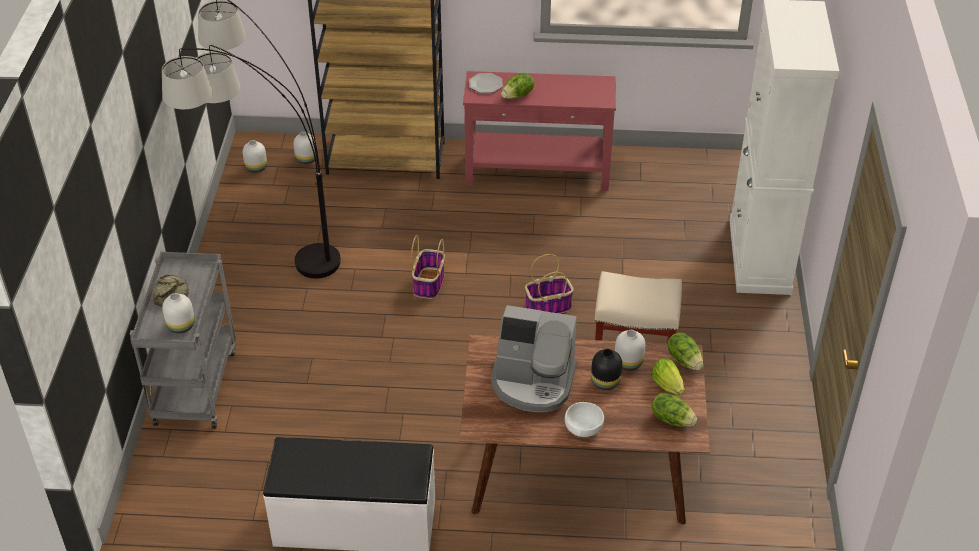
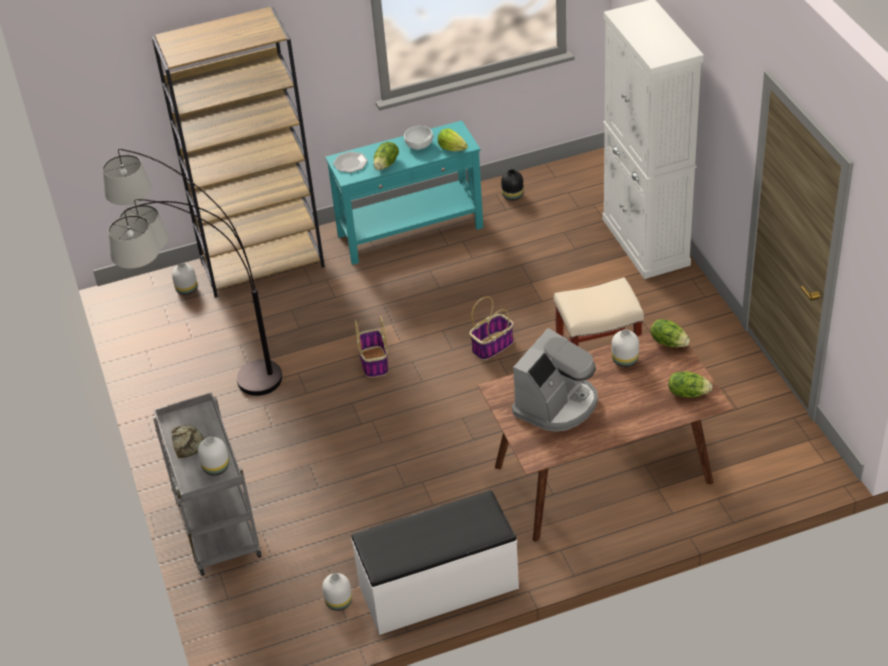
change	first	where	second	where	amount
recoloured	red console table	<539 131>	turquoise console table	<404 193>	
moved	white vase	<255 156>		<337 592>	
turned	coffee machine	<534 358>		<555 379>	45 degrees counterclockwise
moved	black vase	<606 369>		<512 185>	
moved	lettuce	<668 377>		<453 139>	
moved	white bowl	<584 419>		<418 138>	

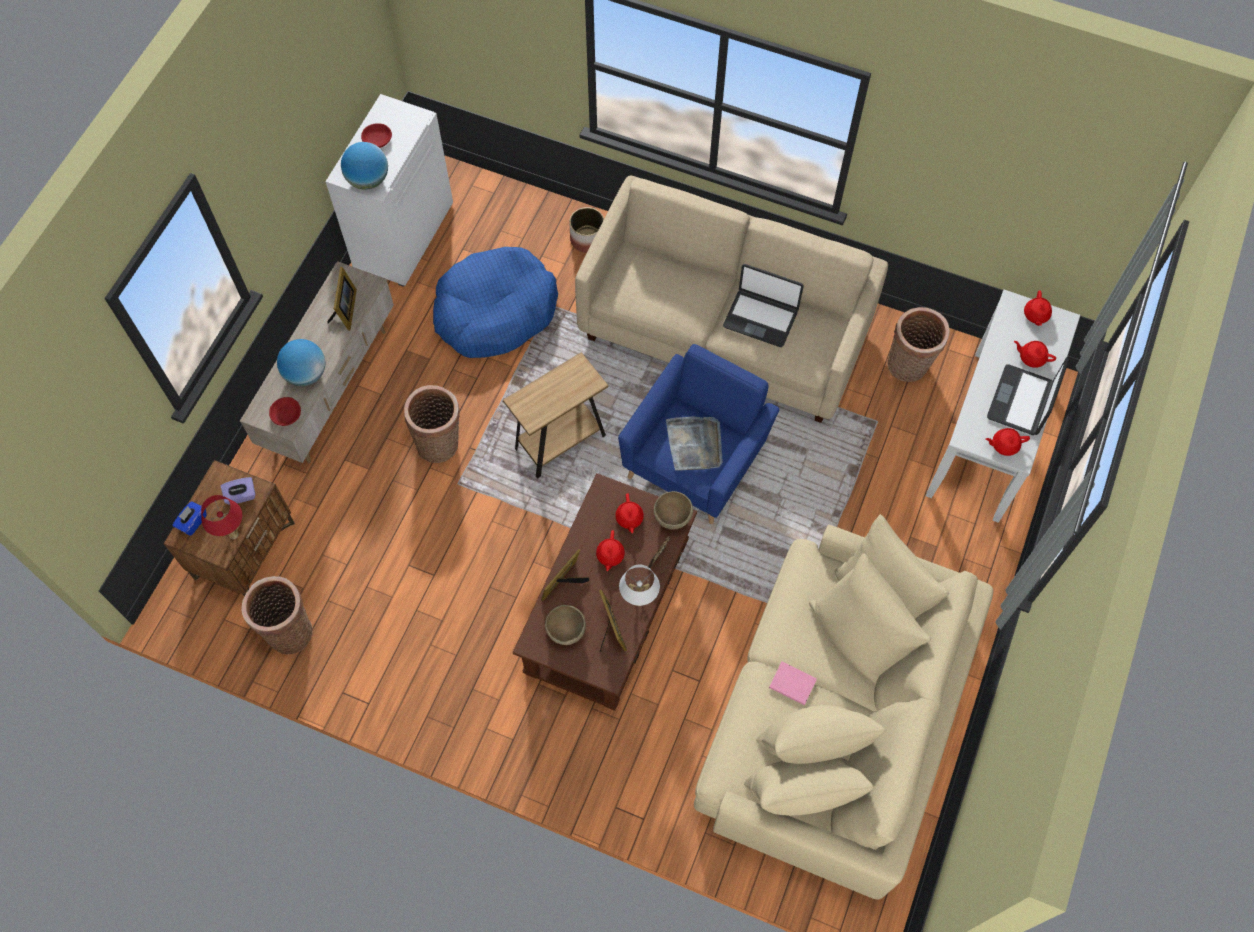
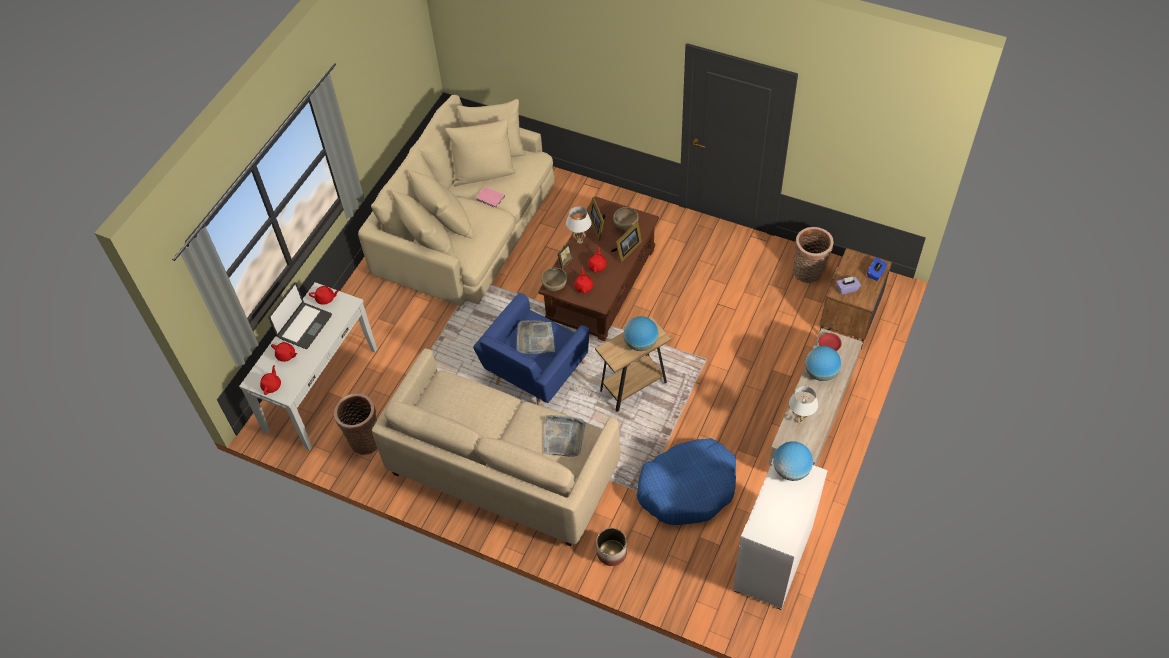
change	first	where	second	where	amount
removed	red bowl	<376 135>			
removed	laptop	<763 305>			
replaced	picture frame	<342 299>	white table lamp	<803 404>	
removed	basket	<432 424>			
removed	red table lamp	<221 517>			
added			globe	<640 333>	
added			grey tray	<565 435>	

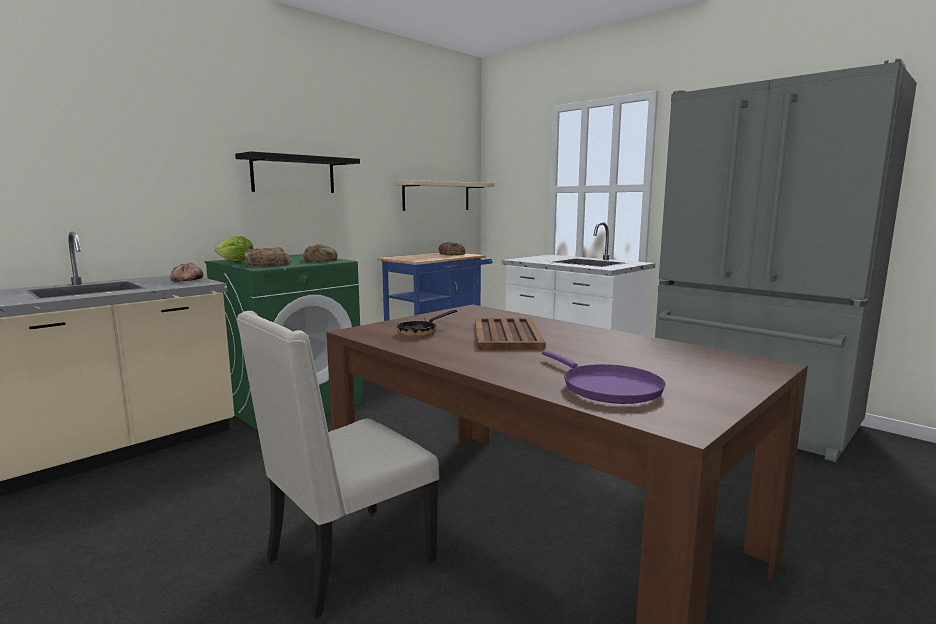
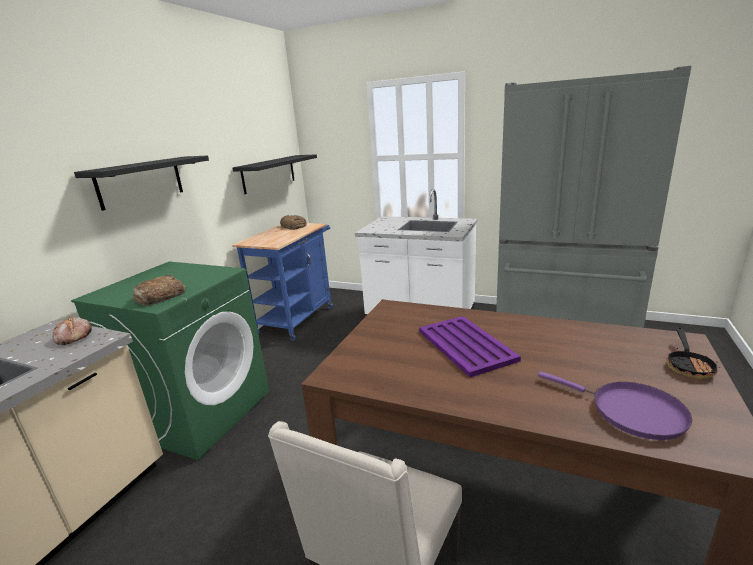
change	first	where	second	where	amount
recoloured	beige shelf	<443 195>	black shelf	<274 174>	
removed	lettuce	<234 248>			
removed	bread	<320 253>			
moved	frying pan	<427 323>		<693 353>	
recoloured	brown tray	<510 333>	purple tray	<470 346>	

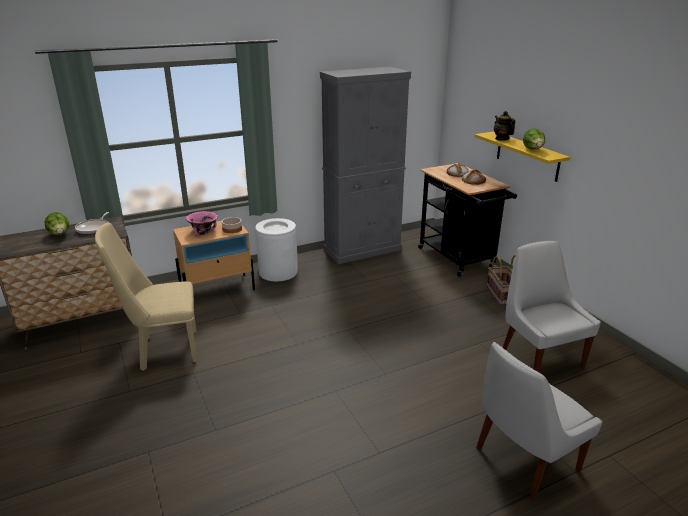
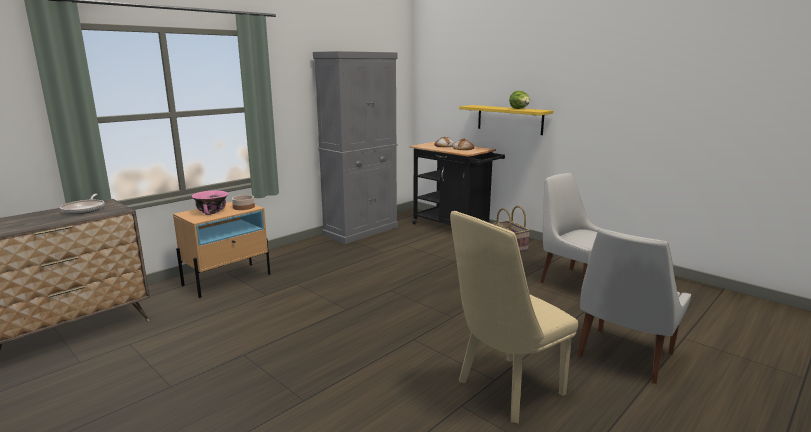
change	first	where	second	where	amount
removed	teapot	<504 126>			
removed	lettuce	<57 223>			
removed	white trash can	<276 249>			
moved	beige chair	<146 297>		<514 317>	

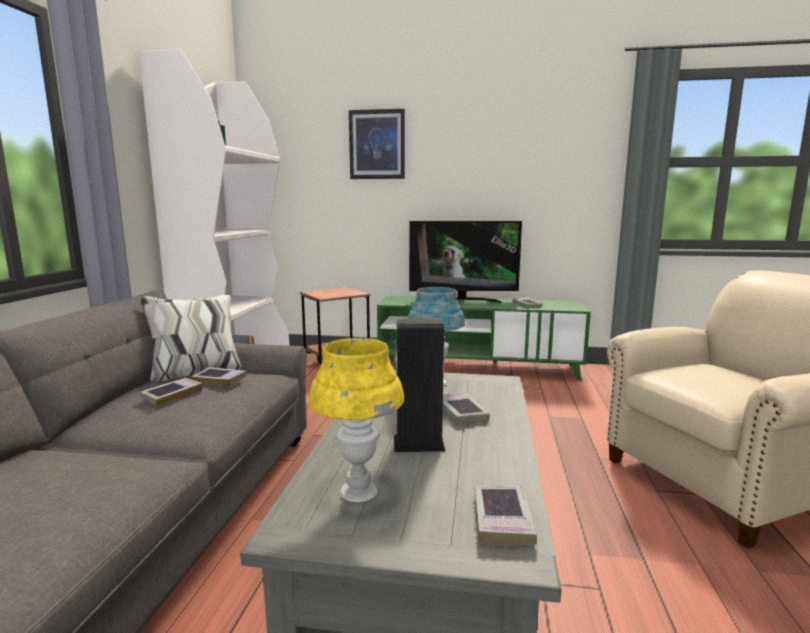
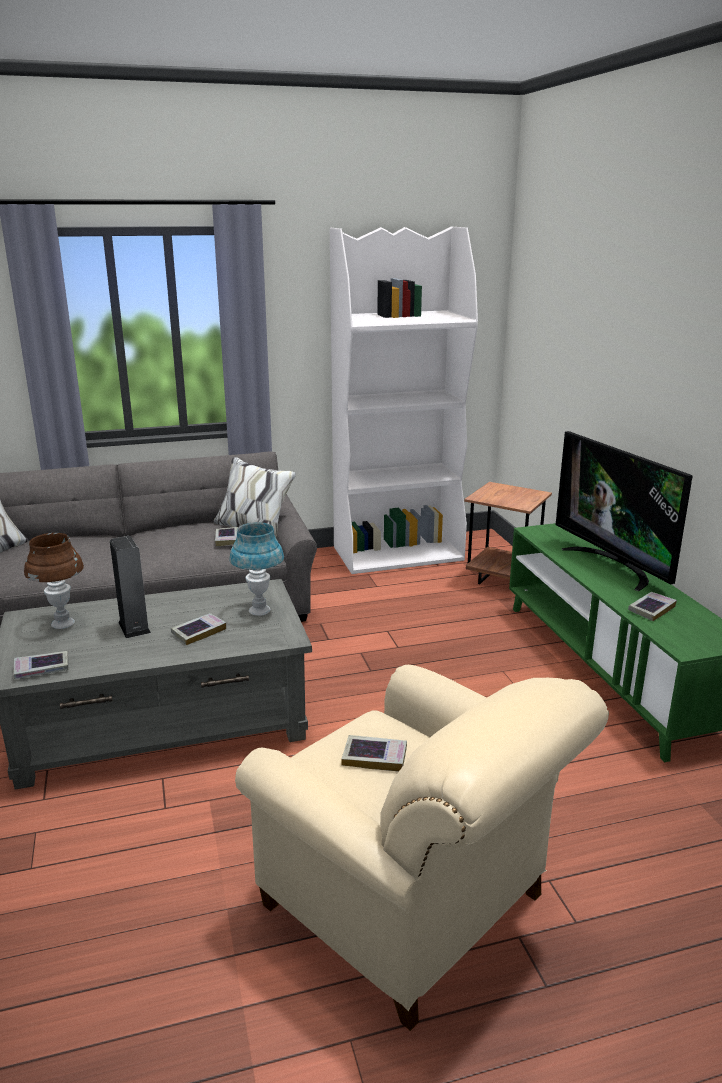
change	first	where	second	where	amount
removed	picture	<377 144>			
recoloured	yellow table lamp	<356 420>	brown table lamp	<54 581>	
moved	book	<171 392>		<374 753>	

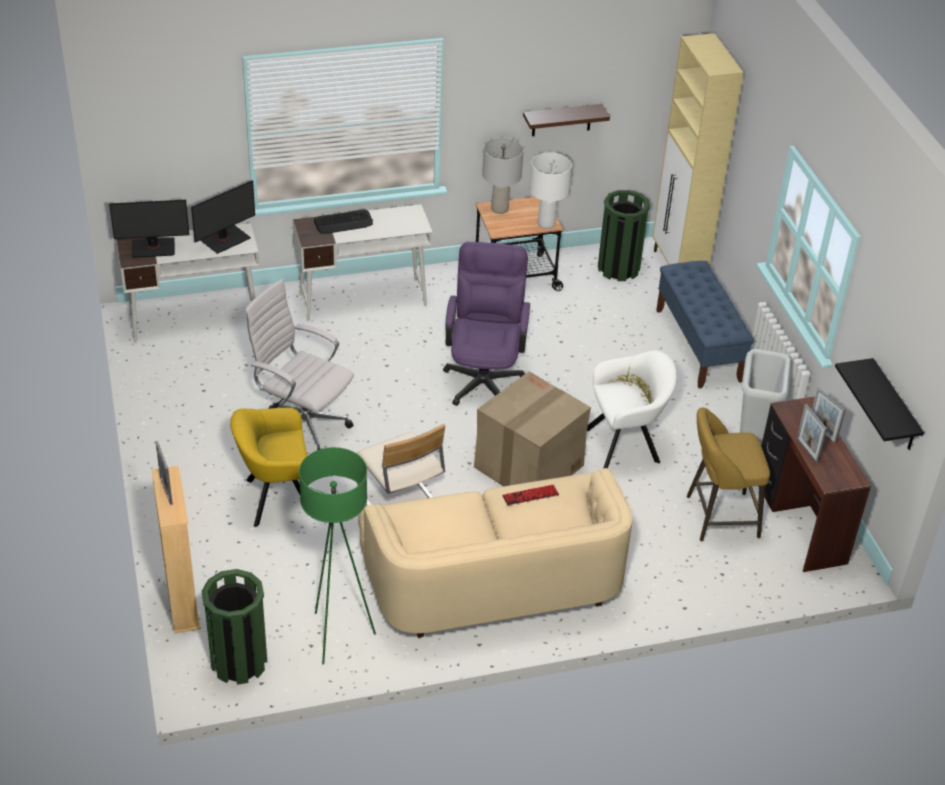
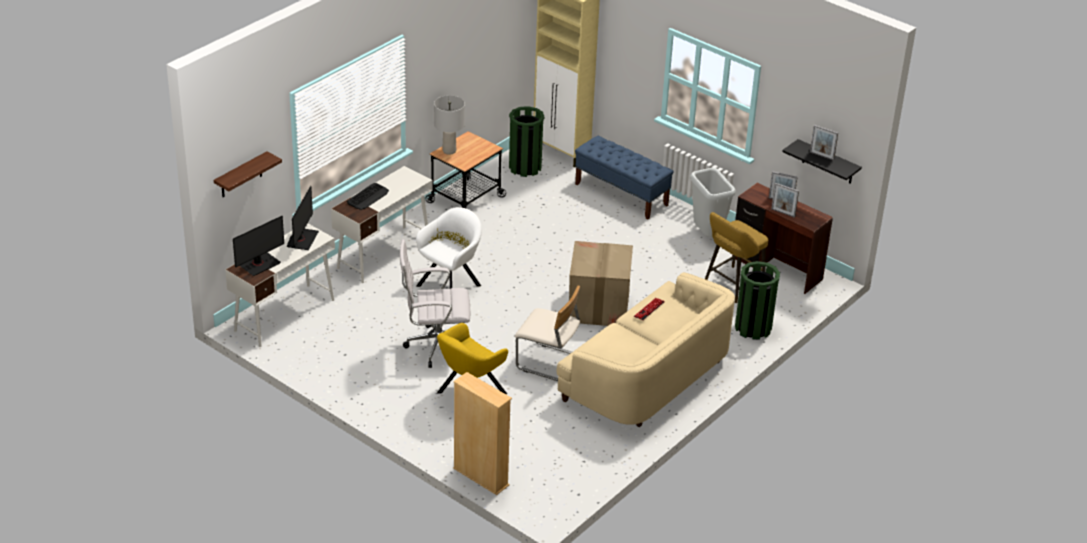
change	first	where	second	where	amount
moved	shelf	<566 120>		<248 174>	
removed	white table lamp	<551 190>			
removed	purple office chair	<486 324>			
moved	white armchair	<632 409>		<449 248>	
moved	picture frame	<164 473>		<824 143>	
removed	green floor lamp	<337 555>			
moved	green trash can	<234 627>		<757 300>	

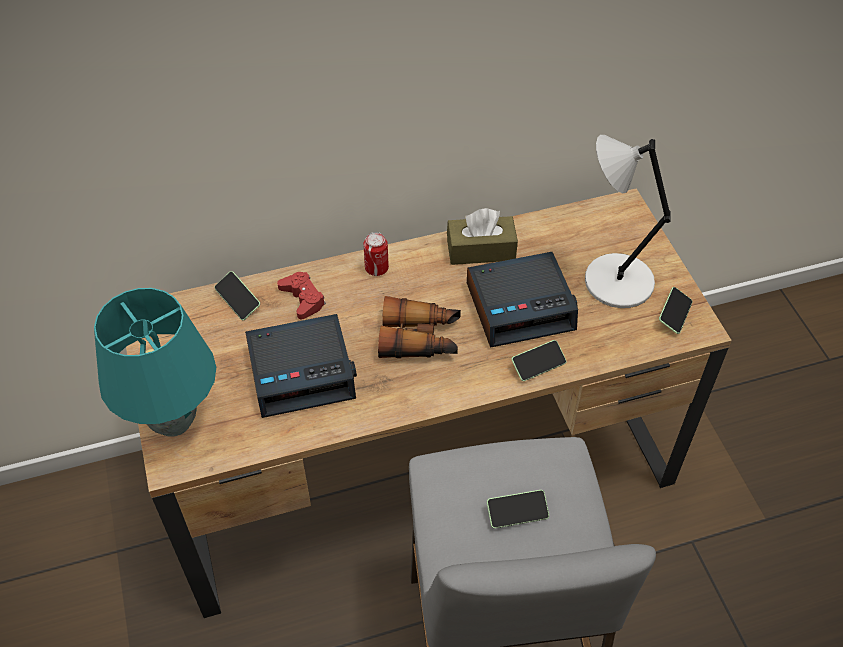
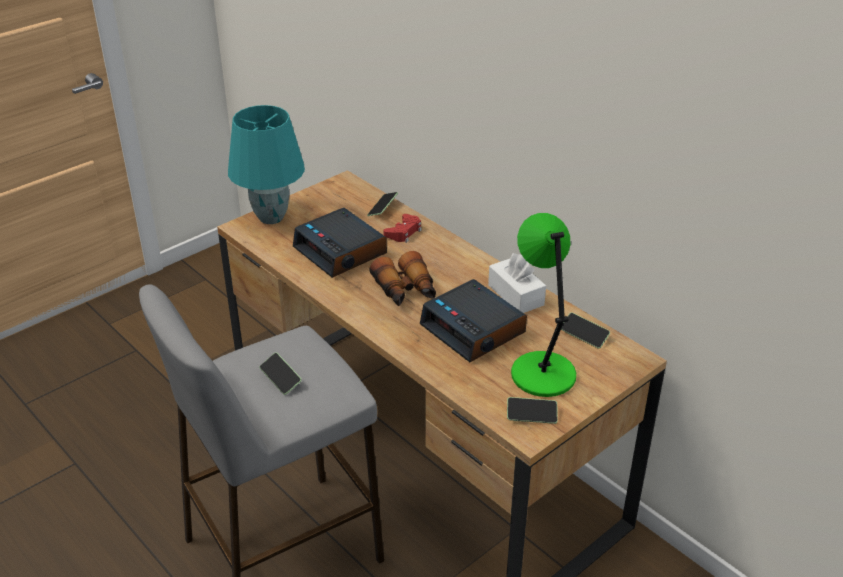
change	first	where	second	where	amount
recoloured	grey table lamp	<628 221>	green table lamp	<543 305>	
recoloured	brown tissue box	<482 236>	white tissue box	<517 283>	
removed	can	<376 254>			
moved	phone	<539 360>		<585 330>	

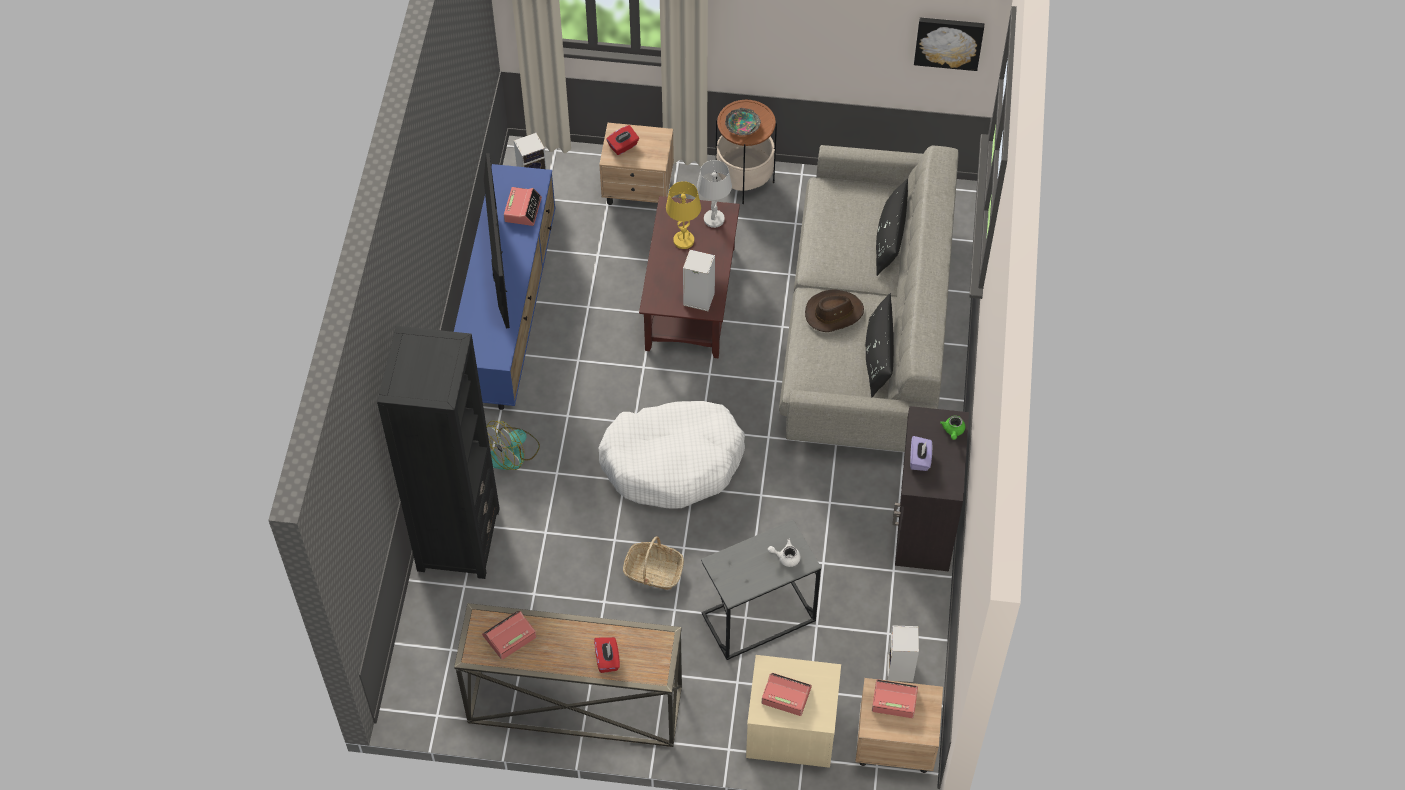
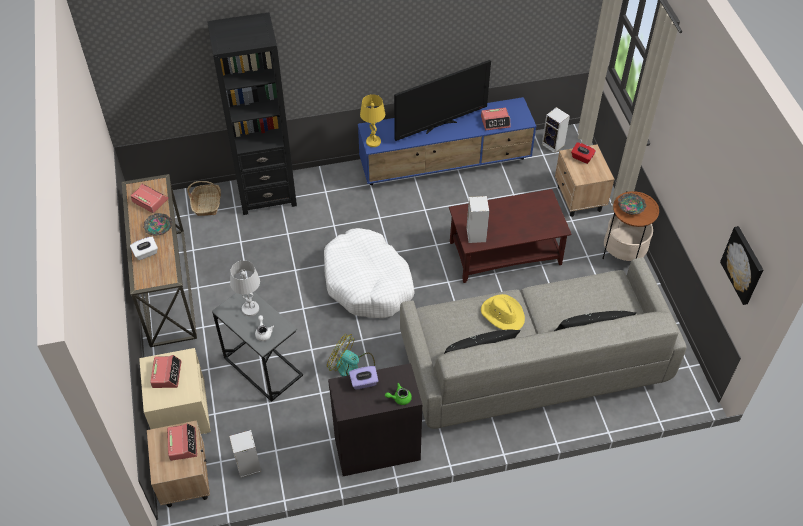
change	first	where	second	where	amount
moved	white table lamp	<714 194>		<245 288>	
moved	yellow table lamp	<683 215>		<372 120>	
recoloured	brown hat	<834 310>	yellow hat	<503 312>	
moved	fan	<513 445>		<351 355>	
moved	basket	<653 563>		<204 198>	
recoloured	red tissue box	<607 655>	white tissue box	<144 248>	
added			bowl	<158 224>	

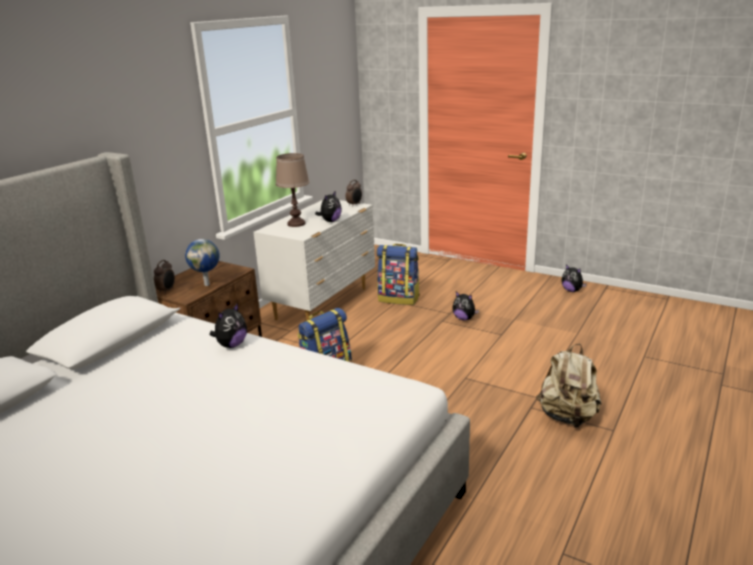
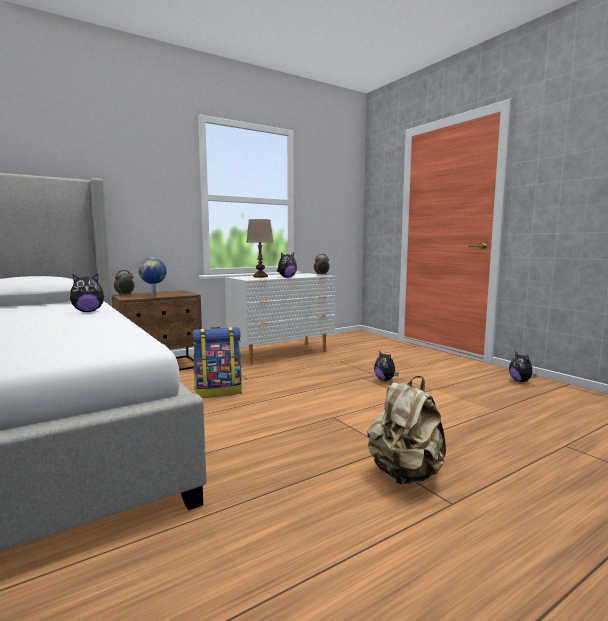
change	first	where	second	where	amount
removed	backpack	<398 274>			

